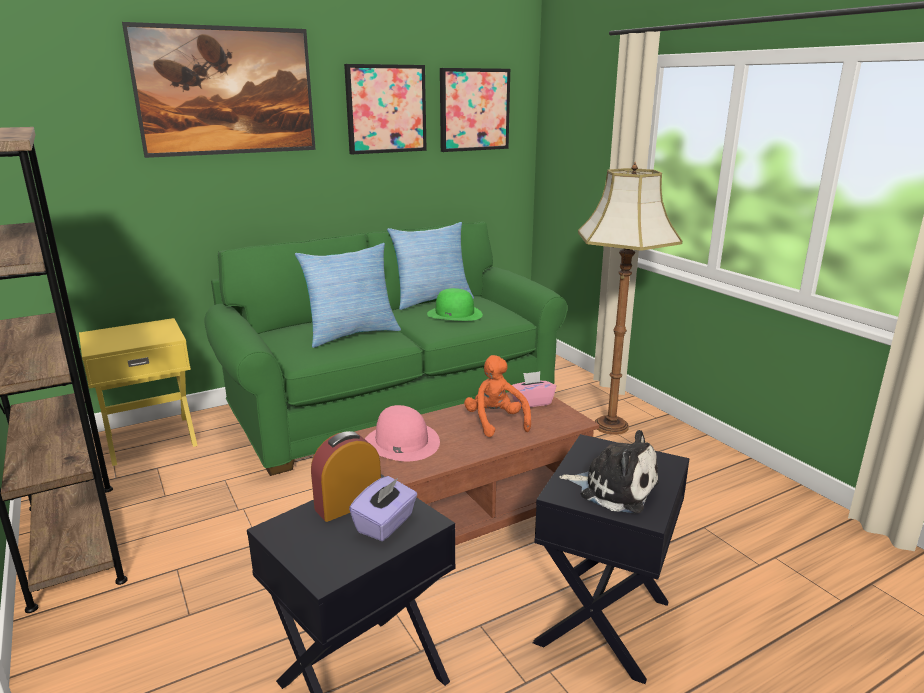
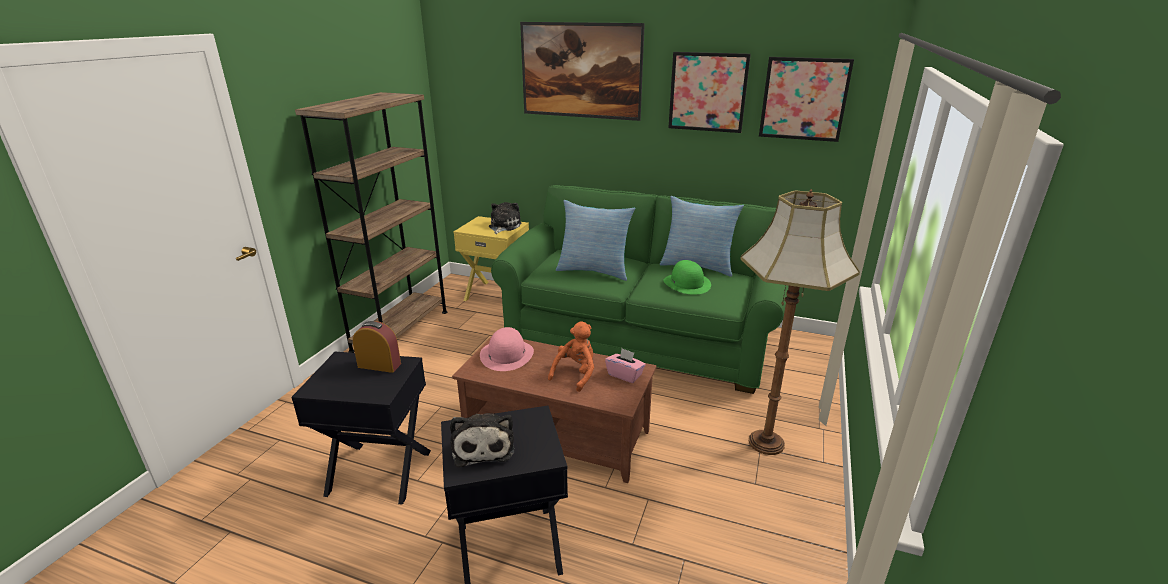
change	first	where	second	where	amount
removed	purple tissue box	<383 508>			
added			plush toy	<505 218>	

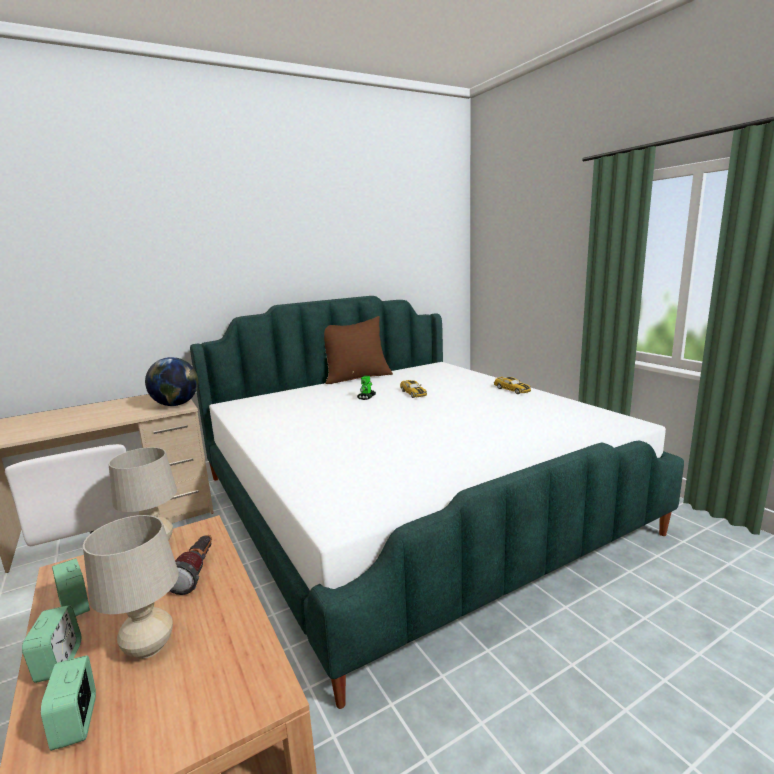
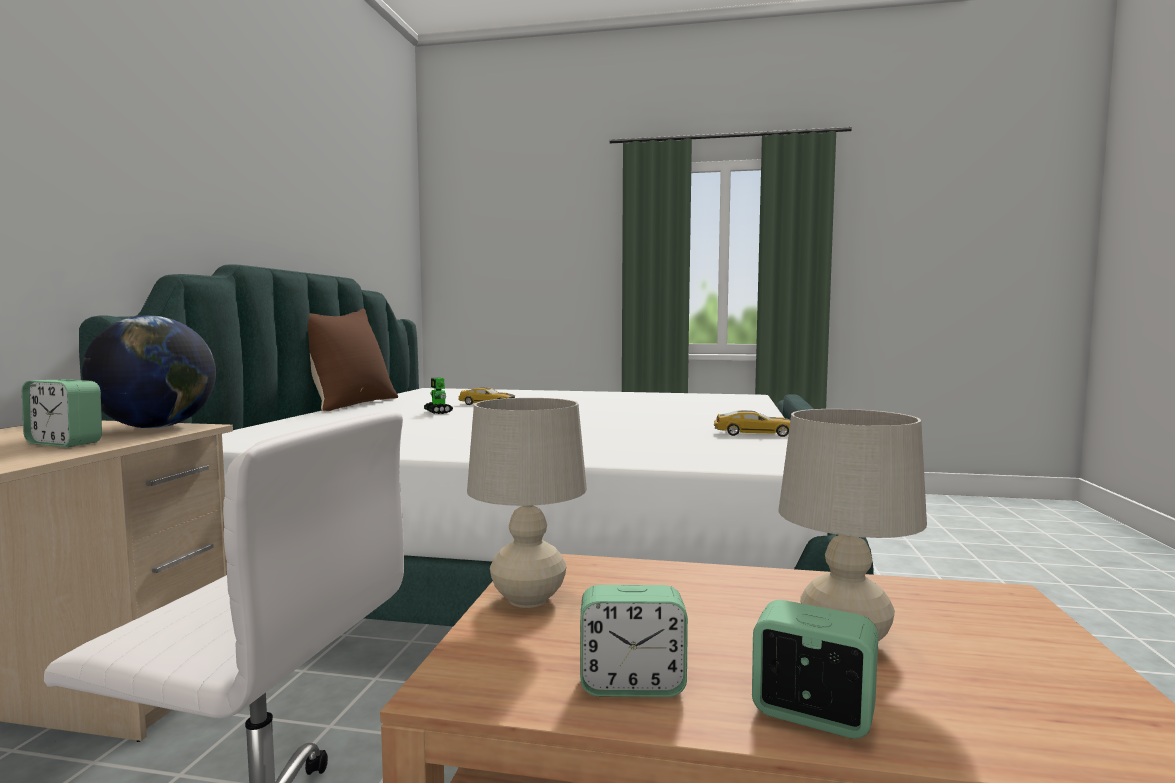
change	first	where	second	where	amount
moved	toy car	<512 385>		<752 423>	
removed	flashlight	<191 565>			
moved	alarm clock	<68 703>		<62 413>	

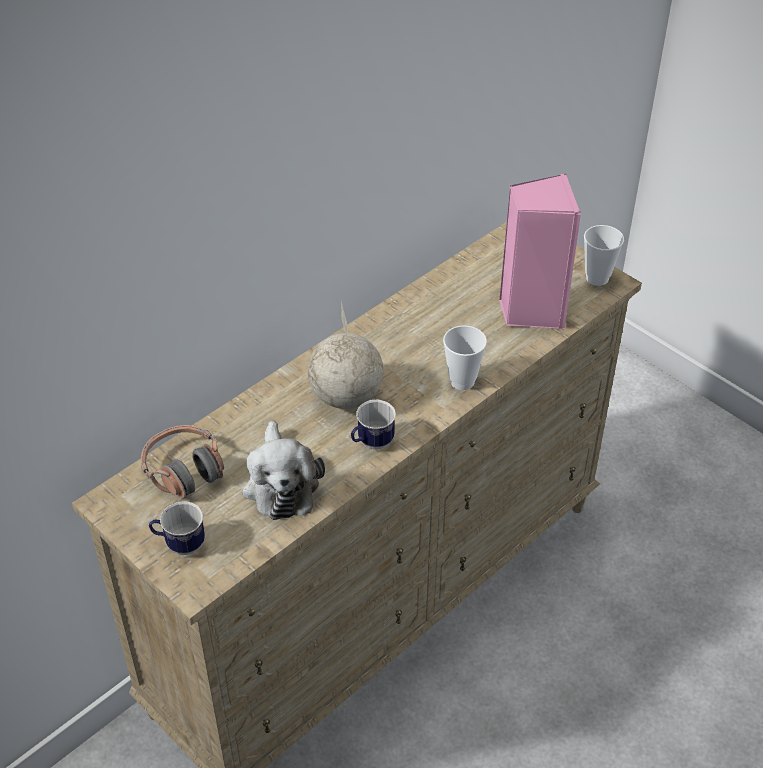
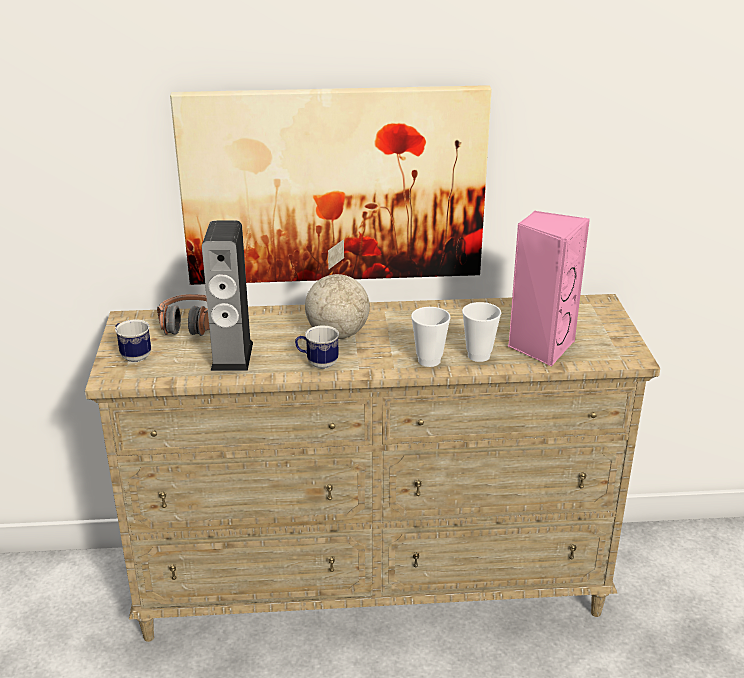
change	first	where	second	where	amount
moved	cup	<604 255>		<481 332>	
replaced	plush toy	<283 470>	speaker	<227 296>	
added			picture	<331 185>	

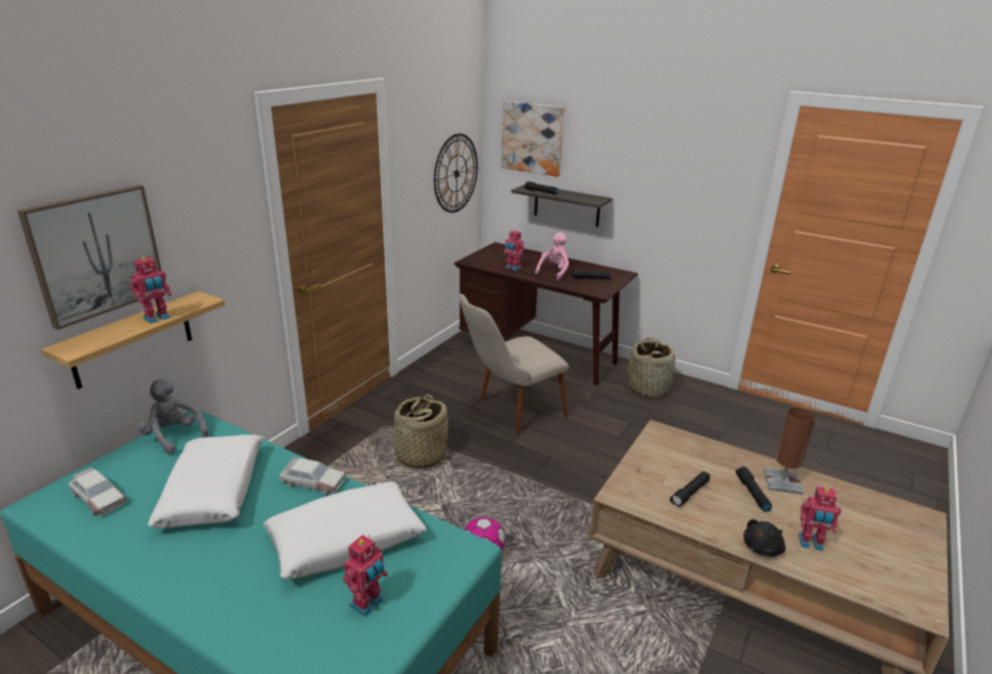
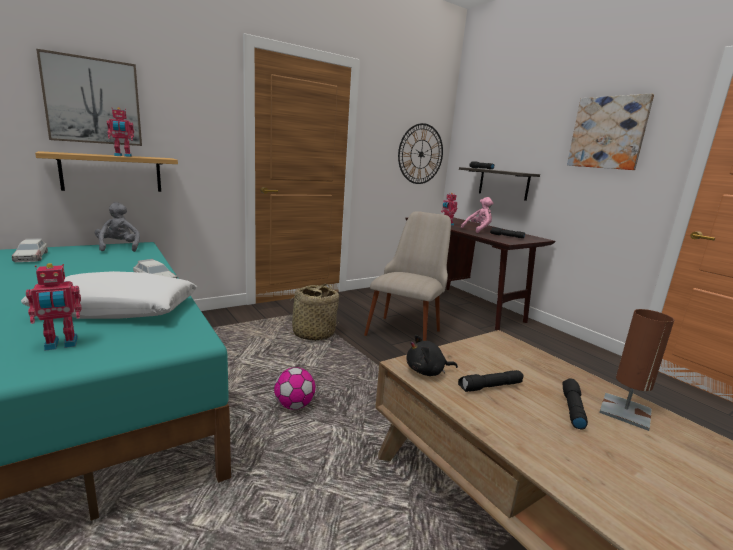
change	first	where	second	where	amount
moved	picture	<532 139>		<610 132>	
turned	beige chair	<514 364>		<407 276>	120 degrees clockwise
removed	basket	<651 368>			
removed	white pillow	<205 481>			
removed	toy robot	<820 518>			
moved	black plush toy	<764 538>		<432 355>	

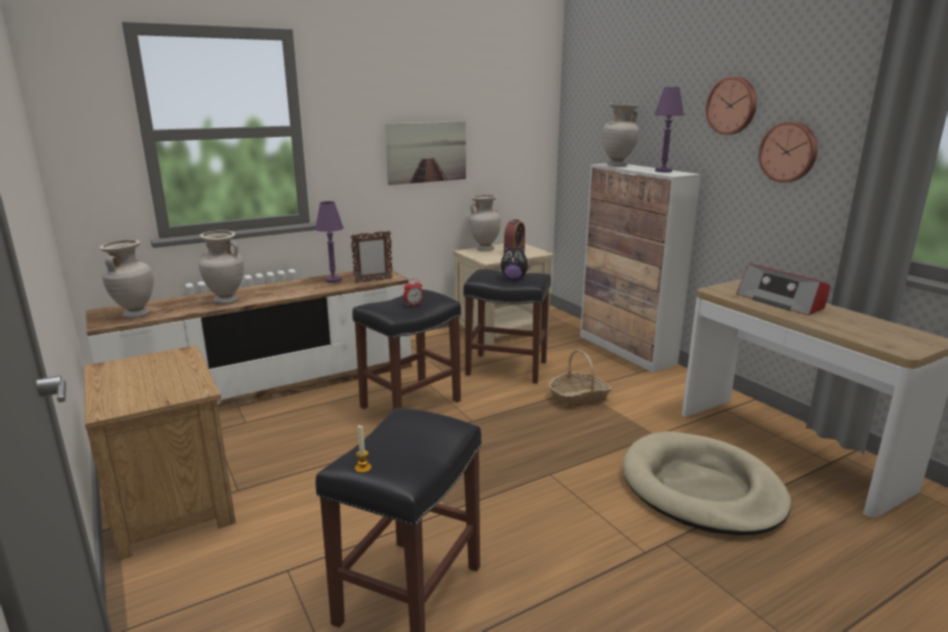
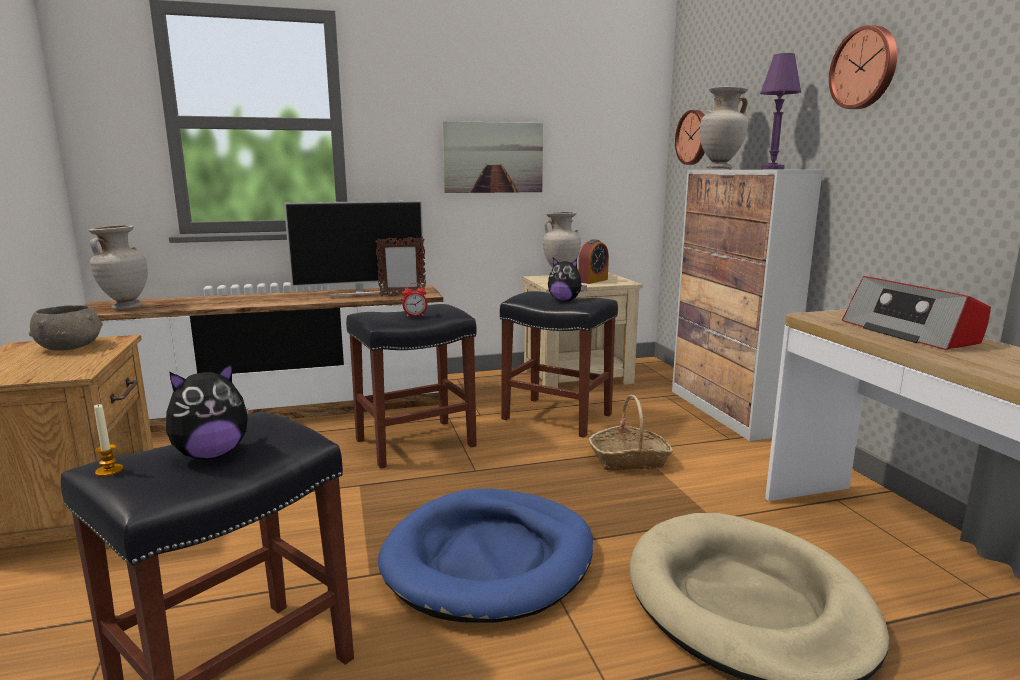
change	first	where	second	where	amount
moved	wall clock	<788 152>		<690 137>	
replaced	purple table lamp	<329 242>	television	<354 248>	
removed	beige vase	<221 267>			
added			grey bowl	<66 328>	
added			plush toy	<207 411>	
added			blue dog bed	<485 556>	

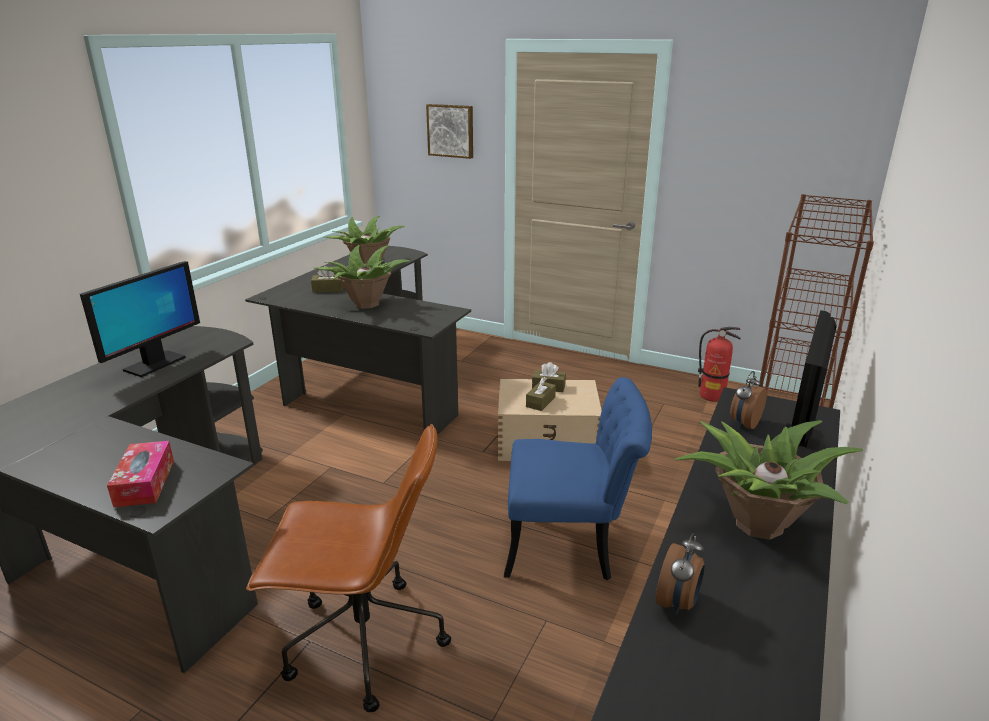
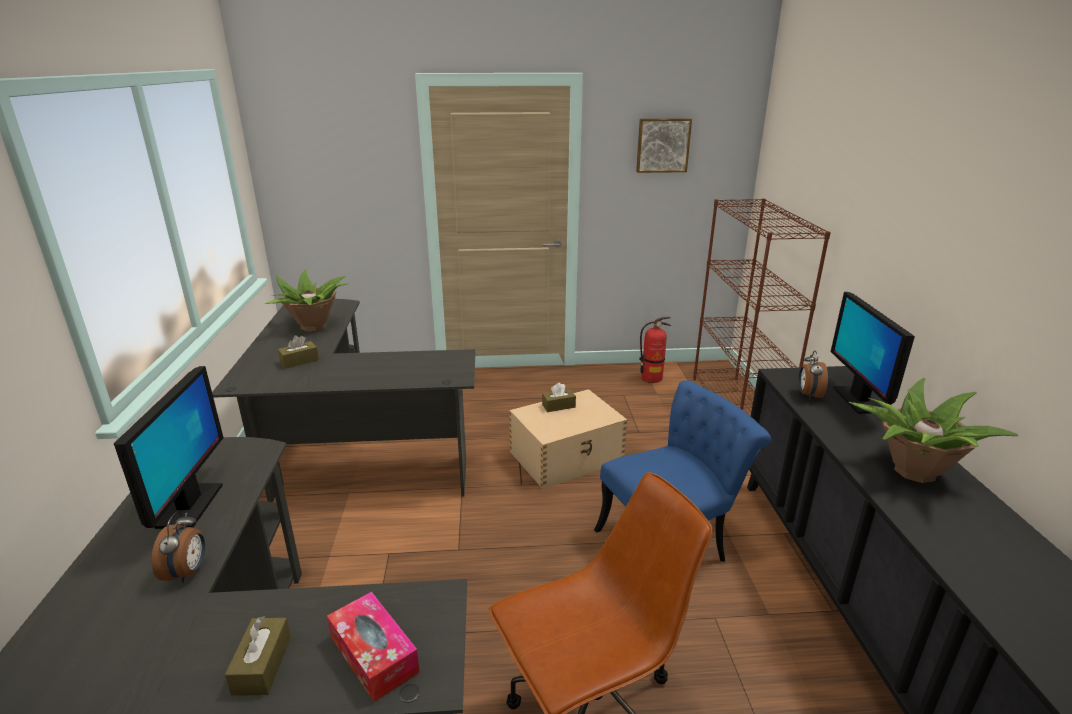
change	first	where	second	where	amount
moved	picture	<449 131>		<664 145>	
removed	potted plant	<362 276>			
moved	brown tissue box	<541 394>		<258 656>	
moved	alarm clock	<680 574>		<178 547>	

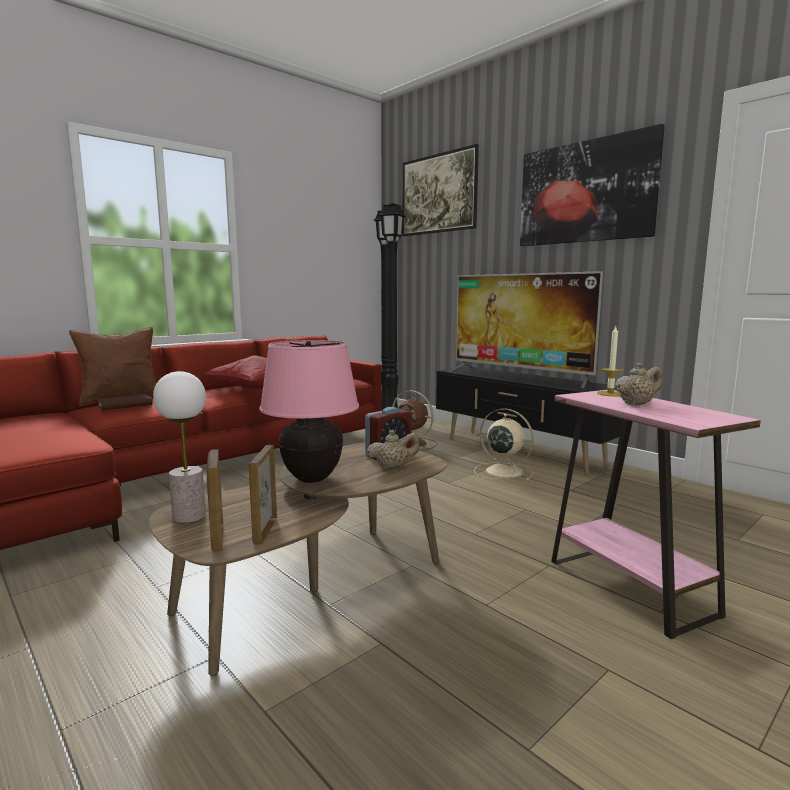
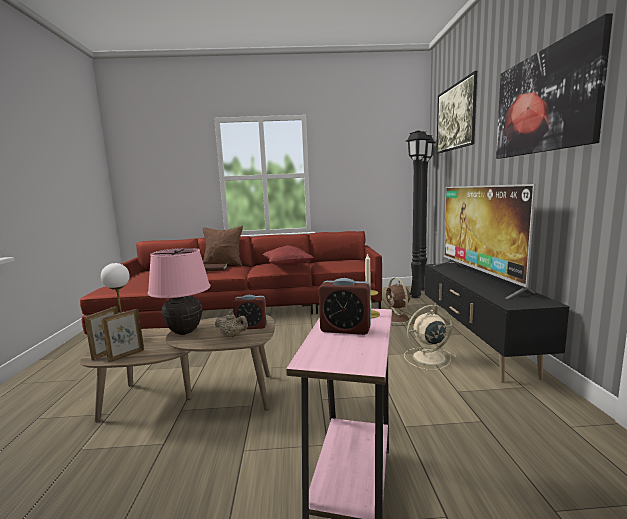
change	first	where	second	where	amount
replaced	beige teapot	<639 383>	alarm clock	<345 306>	
turned	beige fan	<504 444>		<430 337>	90 degrees counterclockwise

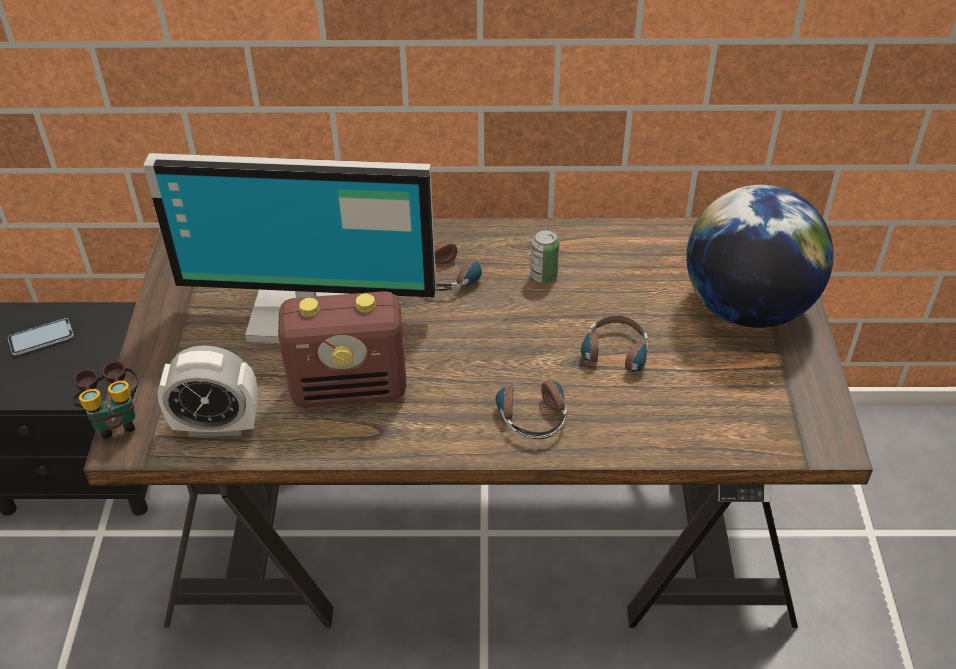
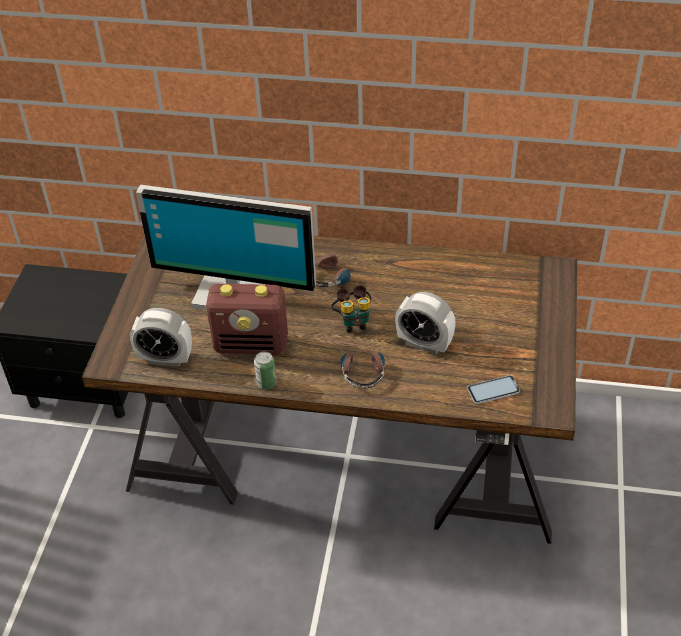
change	first	where	second	where	amount
removed	globe	<760 256>			
moved	can	<544 256>		<265 370>	
replaced	headphones	<614 348>	alarm clock	<425 323>	
moved	phone	<41 337>		<493 389>	
moved	binoculars	<105 400>		<351 309>	

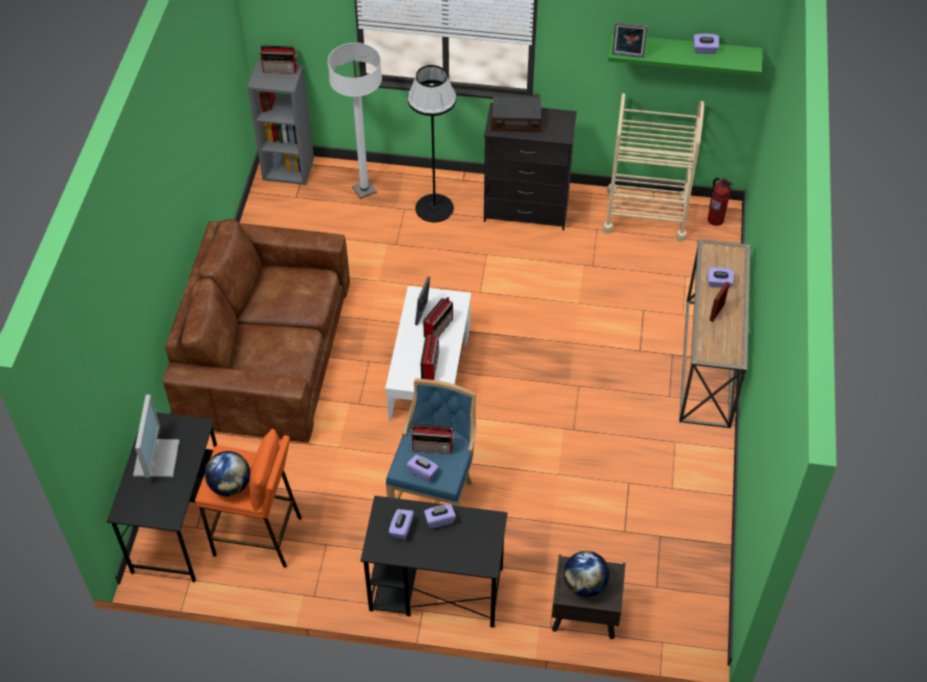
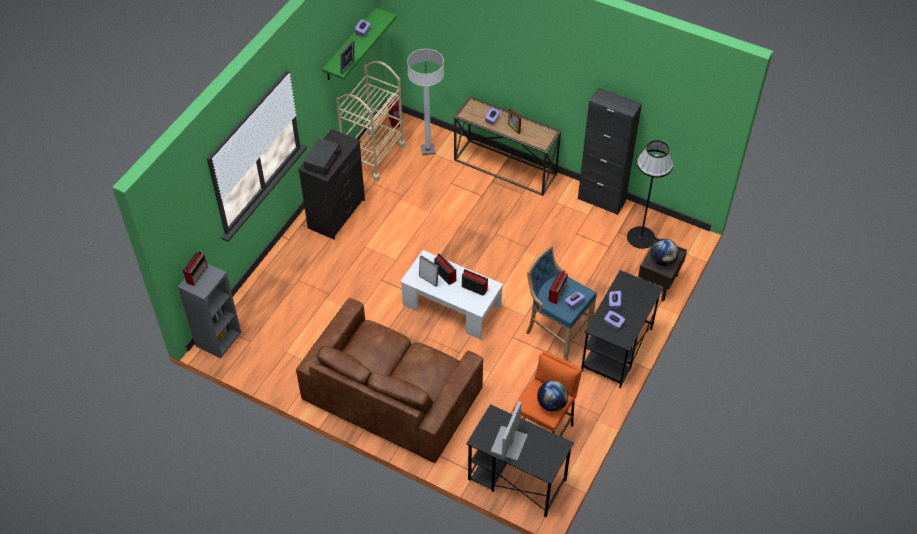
change	first	where	second	where	amount
moved	white floor lamp	<355 121>		<425 102>	
moved	black floor lamp	<432 143>		<650 194>	
turned	monitor	<156 436>		<509 431>	90 degrees counterclockwise
added			black cabinet	<610 151>	

